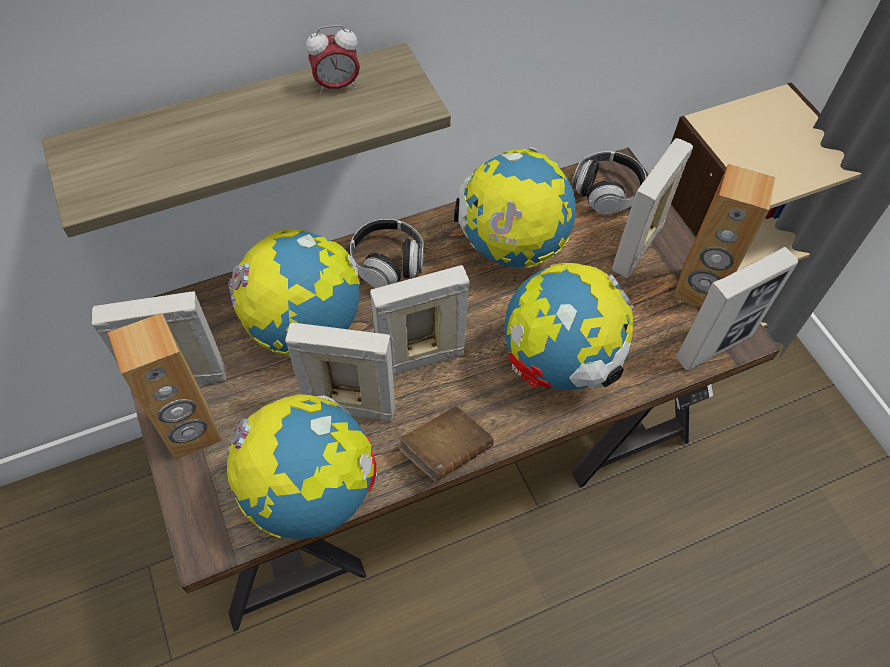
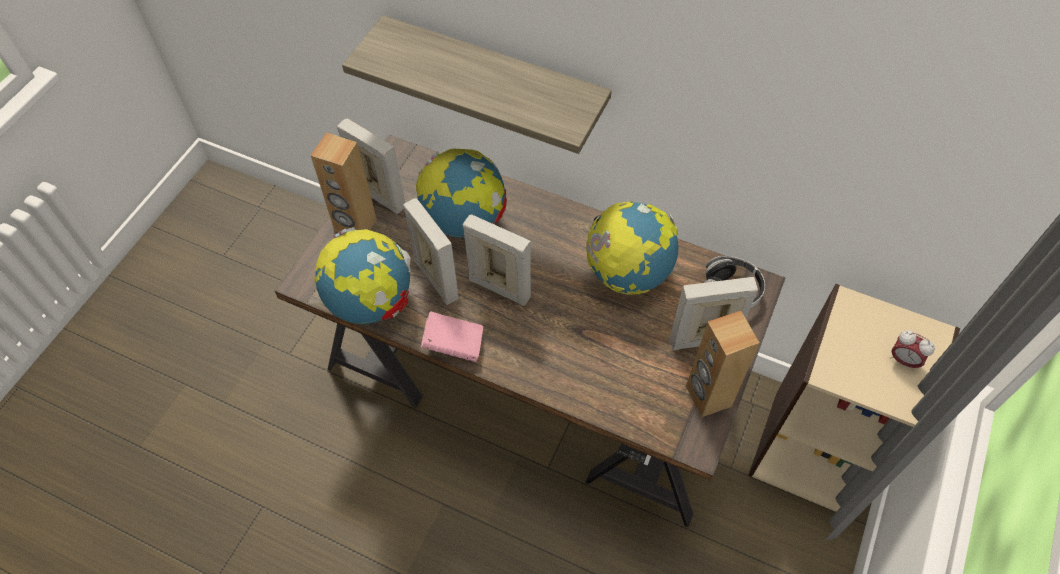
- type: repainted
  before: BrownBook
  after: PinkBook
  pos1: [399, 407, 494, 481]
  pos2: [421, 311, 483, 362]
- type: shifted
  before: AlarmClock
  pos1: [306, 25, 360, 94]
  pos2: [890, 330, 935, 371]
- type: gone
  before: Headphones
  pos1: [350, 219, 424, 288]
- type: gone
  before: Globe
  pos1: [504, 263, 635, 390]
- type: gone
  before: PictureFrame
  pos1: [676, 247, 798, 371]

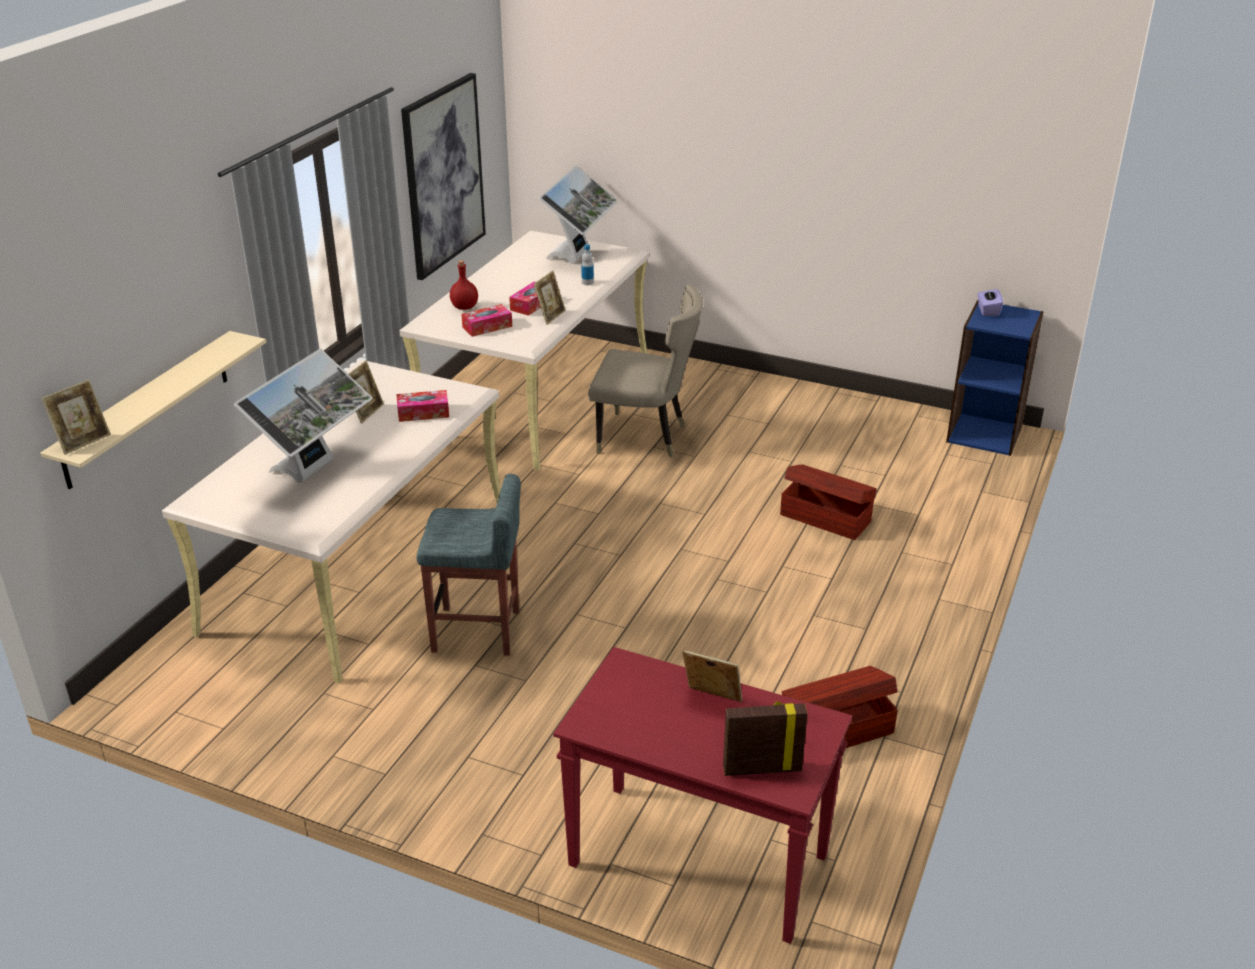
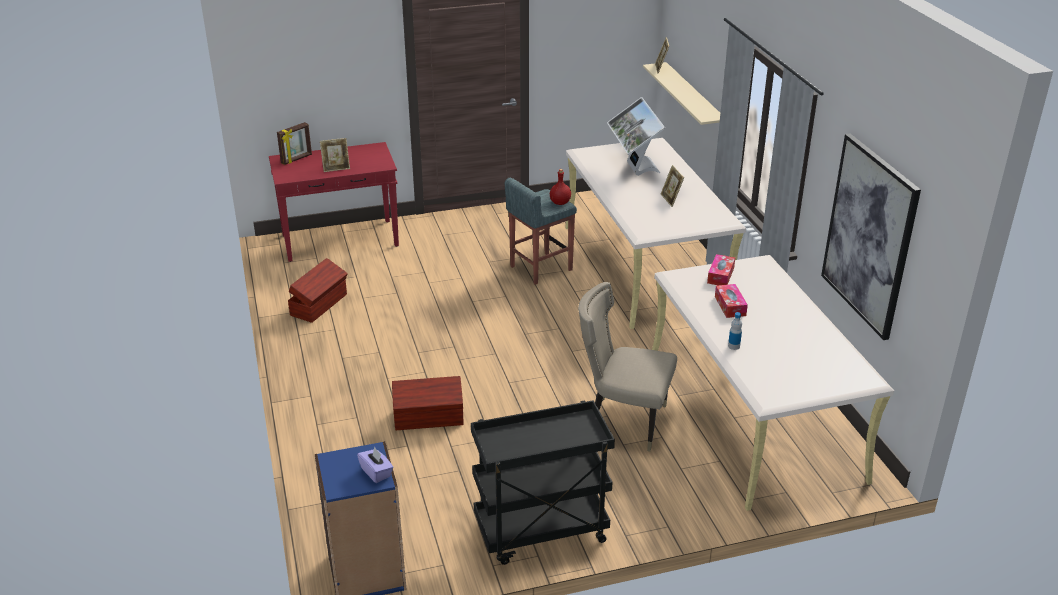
- type: new
  after: BlackCart
  pos2: [471, 400, 615, 565]
- type: shifted
  before: RedBottle
  pos1: [450, 261, 478, 310]
  pos2: [550, 169, 571, 205]
- type: rotated
  before: BeigeChair
  pos1: [588, 284, 703, 457]
  pos2: [578, 282, 677, 451]
  turn: 45
- type: gone
  before: TissueBox
  pos1: [397, 390, 449, 422]
- type: gone
  before: PictureFrame
  pos1: [534, 271, 566, 325]
- type: gone
  before: Monitor
  pos1: [539, 166, 618, 264]

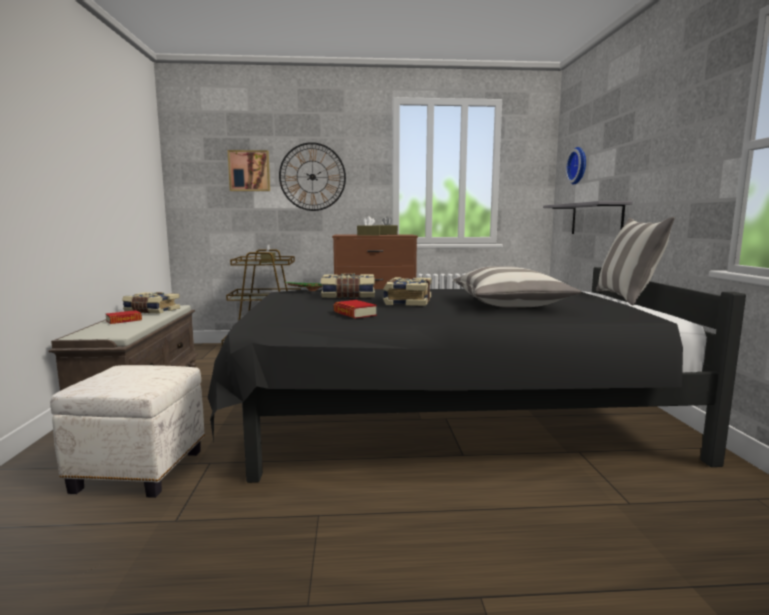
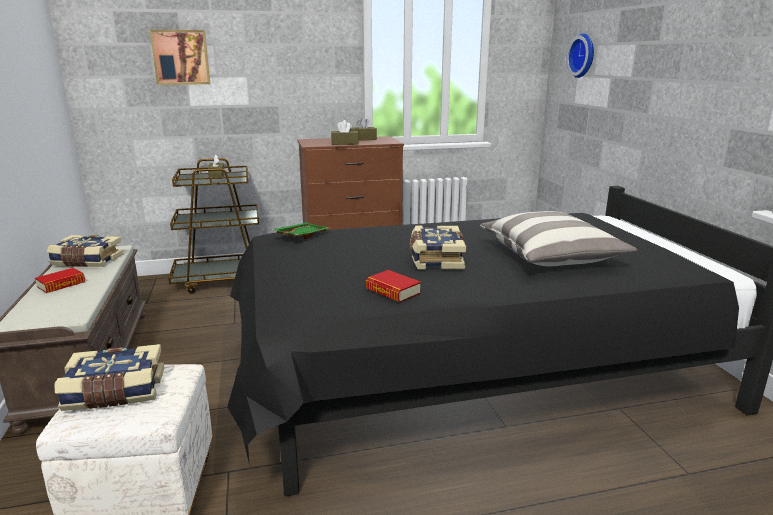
- type: shifted
  before: Book
  pos1: [321, 273, 375, 298]
  pos2: [55, 344, 164, 411]
- type: gone
  before: WallClock
  pos1: [279, 142, 346, 211]
- type: gone
  before: GreyShelf
  pos1: [543, 201, 633, 234]
- type: gone
  before: Pillow
  pos1: [596, 217, 675, 306]

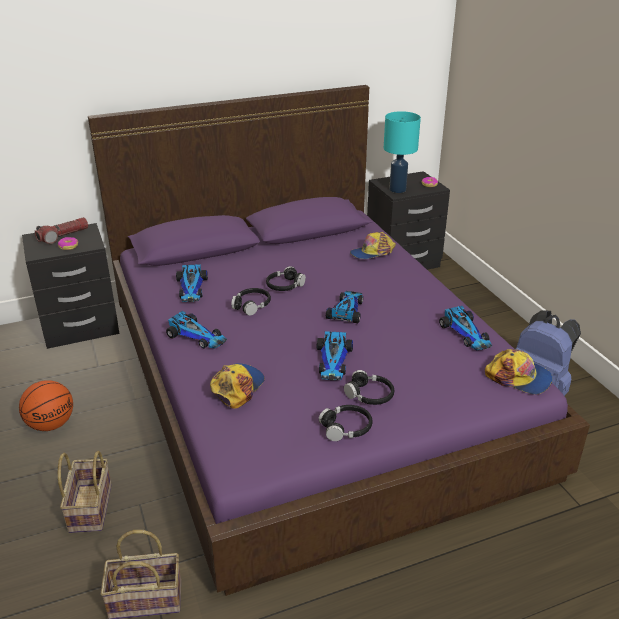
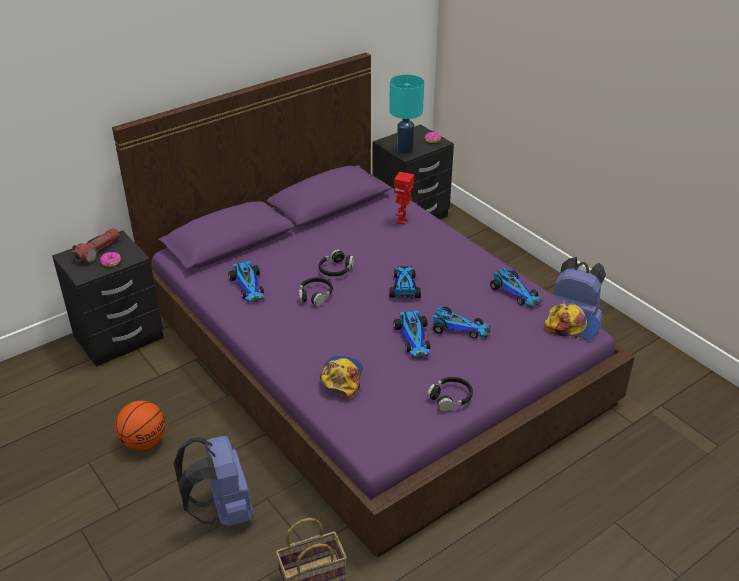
- type: swapped
  before: Basket
  after: BlueBackpack
  pos1: [58, 451, 112, 533]
  pos2: [174, 436, 254, 526]
- type: swapped
  before: Cap
  after: ToyRobot
  pos1: [350, 232, 396, 259]
  pos2: [394, 172, 414, 225]
- type: shifted
  before: ToyCar
  pos1: [166, 311, 227, 349]
  pos2: [433, 306, 491, 338]
- type: gone
  before: BlackHeadphones
  pos1: [344, 370, 394, 405]

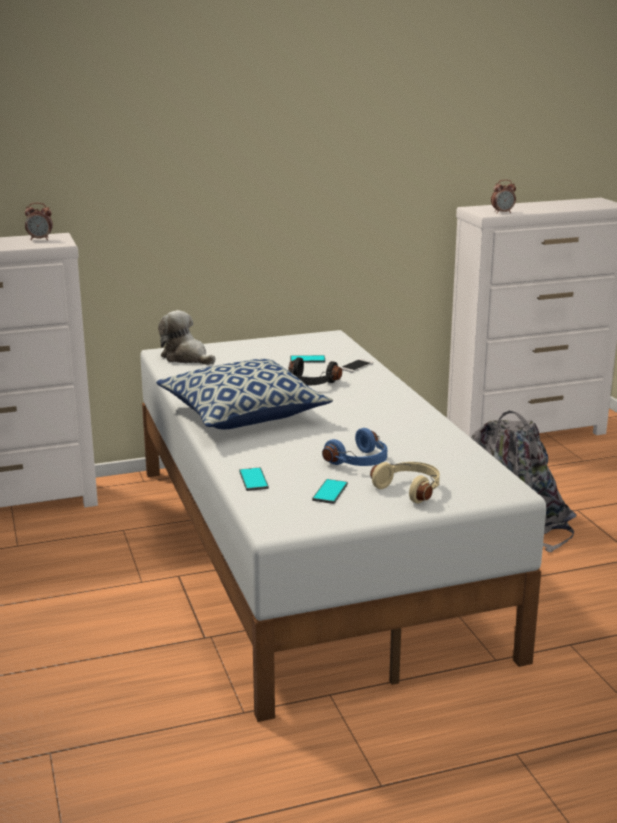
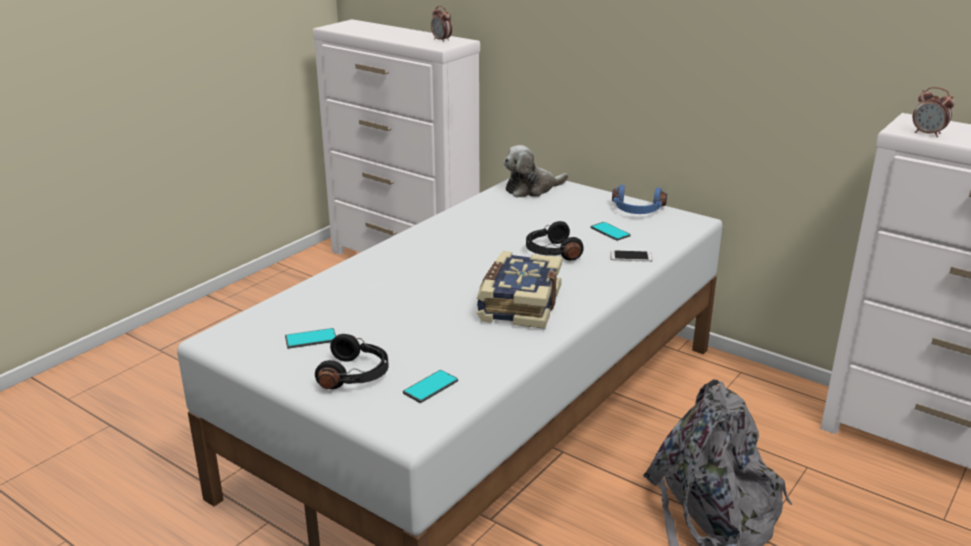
- type: repainted
  before: BeigeHeadphones
  after: BlackHeadphones
  pos1: [370, 462, 440, 504]
  pos2: [315, 334, 389, 389]
- type: shifted
  before: Phone
  pos1: [239, 468, 269, 491]
  pos2: [403, 370, 458, 403]
- type: new
  after: Book
  pos2: [477, 251, 562, 329]
- type: rotated
  before: PlushToy
  pos1: [158, 310, 216, 365]
  pos2: [504, 145, 568, 198]
  turn: -120
- type: shifted
  before: BlueHeadphones
  pos1: [322, 428, 387, 466]
  pos2: [612, 185, 667, 214]
- type: gone
  before: Pillow
  pos1: [156, 359, 333, 429]

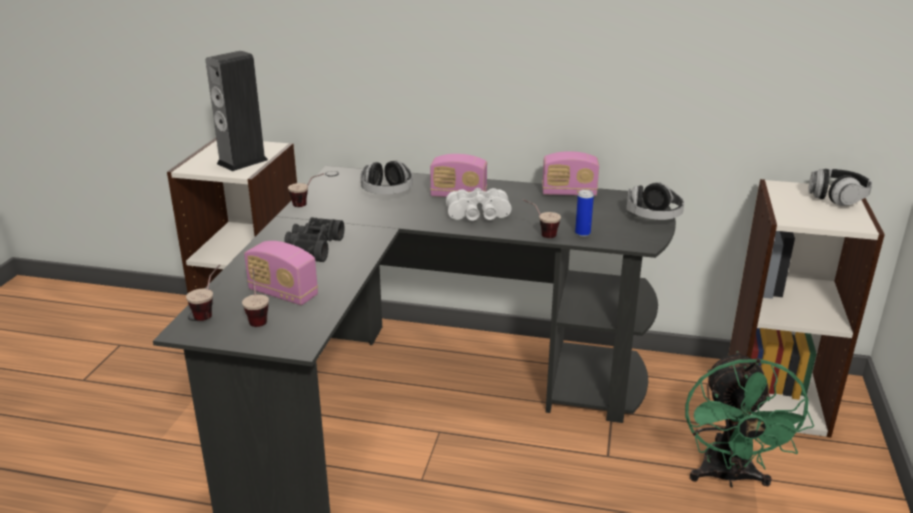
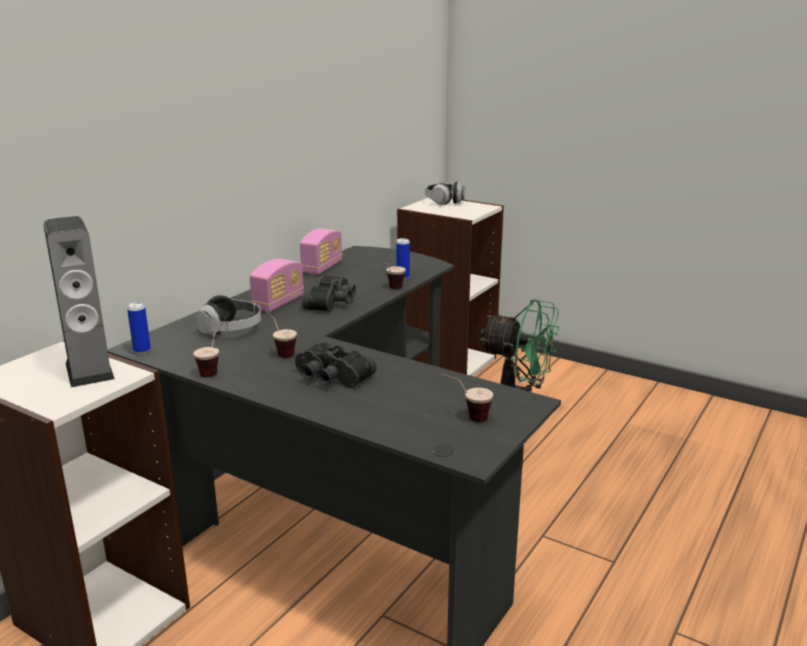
- type: new
  after: Can
  pos2: [127, 302, 151, 354]
- type: shifted
  before: Cup
  pos1: [186, 264, 220, 321]
  pos2: [265, 310, 297, 358]
- type: repainted
  before: WhiteBinoculars
  after: BlackBinoculars
  pos1: [446, 188, 512, 221]
  pos2: [302, 275, 356, 312]
- type: gone
  before: Radio
  pos1: [244, 241, 318, 305]
- type: gone
  before: Headphones
  pos1: [626, 182, 684, 220]

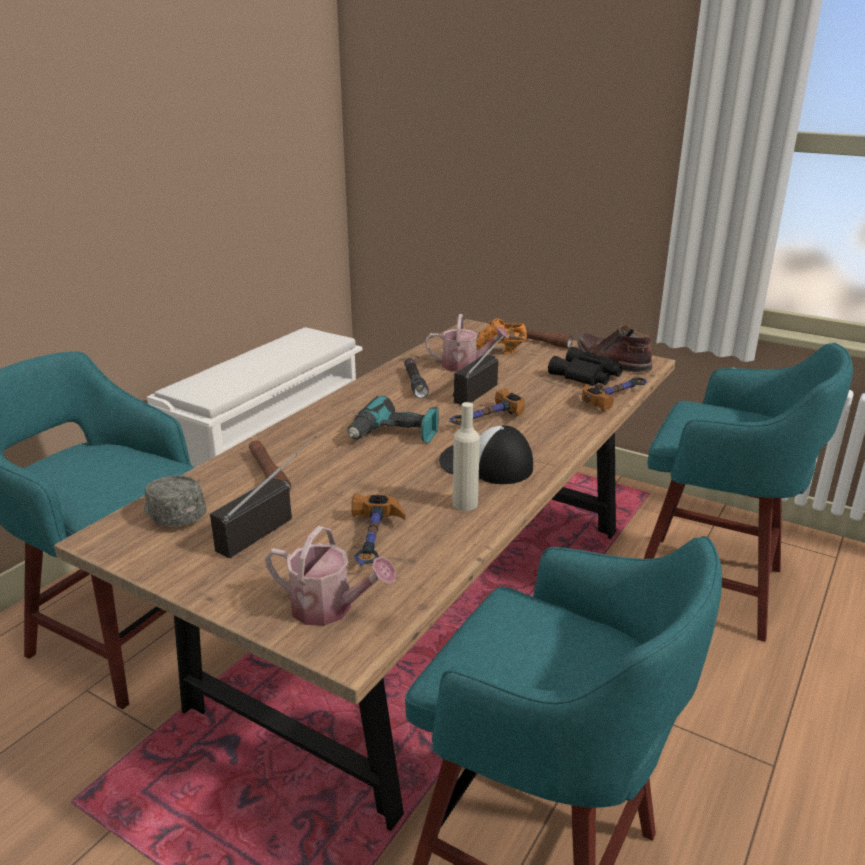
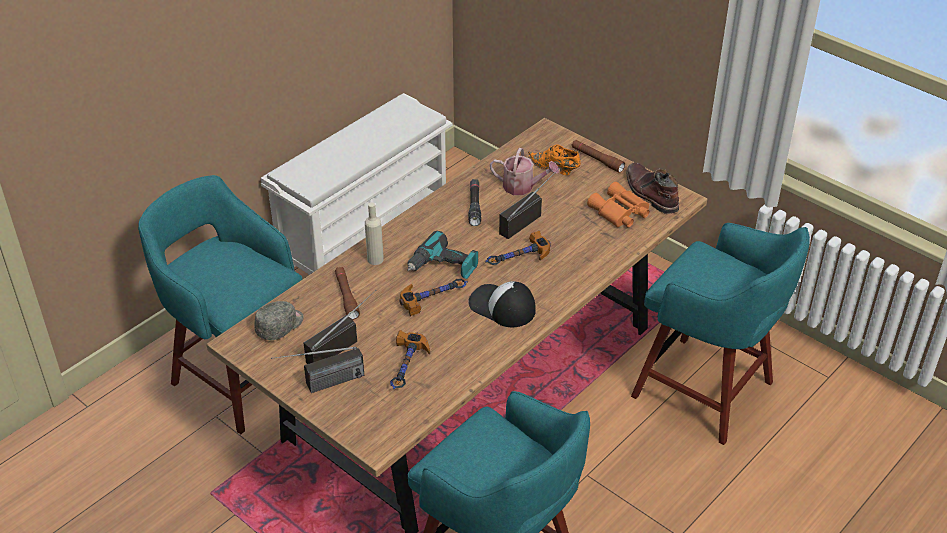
- type: rotated
  before: GreyCap
  pos1: [144, 475, 207, 527]
  pos2: [254, 301, 304, 340]
  turn: 75
- type: new
  after: Radio
  pos2: [271, 347, 364, 393]
- type: shifted
  before: BeigeBottle
  pos1: [453, 402, 480, 511]
  pos2: [365, 202, 384, 265]
- type: shifted
  before: Hammer
  pos1: [582, 377, 647, 411]
  pos2: [399, 279, 468, 316]
- type: repainted
  before: BlackBinoculars
  after: OrangeBinoculars
  pos1: [548, 347, 623, 386]
  pos2: [587, 182, 650, 227]
- type: gone
  before: WateringCan
  pos1: [265, 526, 396, 626]

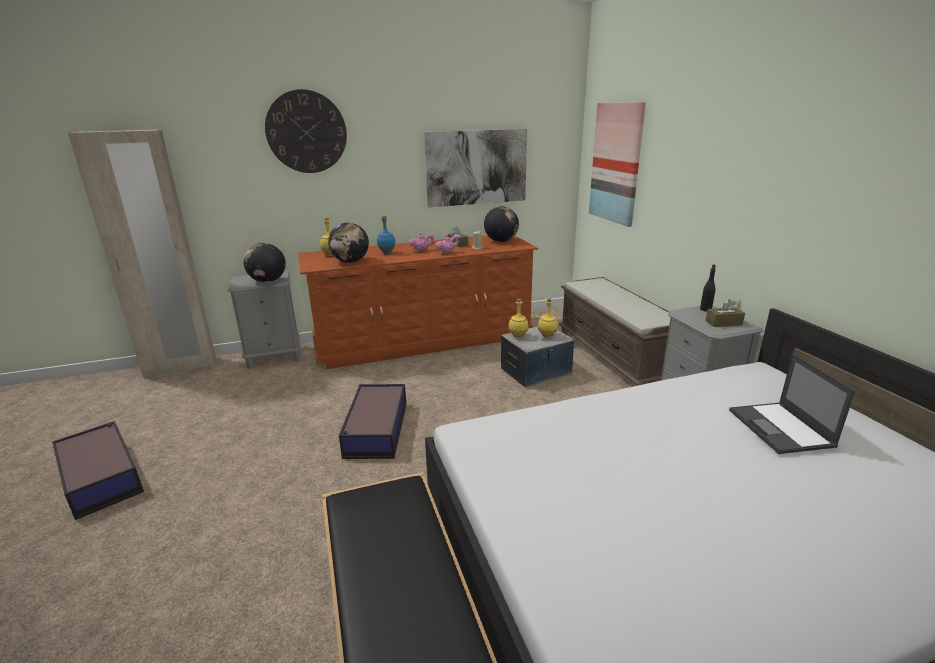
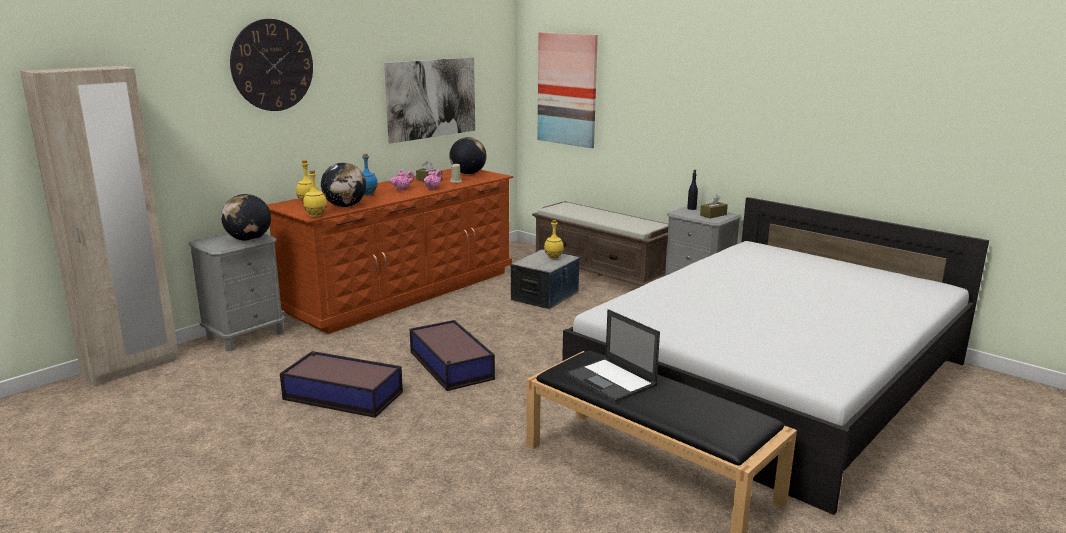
- type: shifted
  before: StorageBox
  pos1: [52, 421, 144, 520]
  pos2: [280, 351, 403, 418]
- type: shifted
  before: YellowBottle
  pos1: [508, 299, 528, 338]
  pos2: [303, 170, 327, 217]
- type: shifted
  before: Laptop
  pos1: [729, 354, 855, 454]
  pos2: [566, 309, 660, 403]

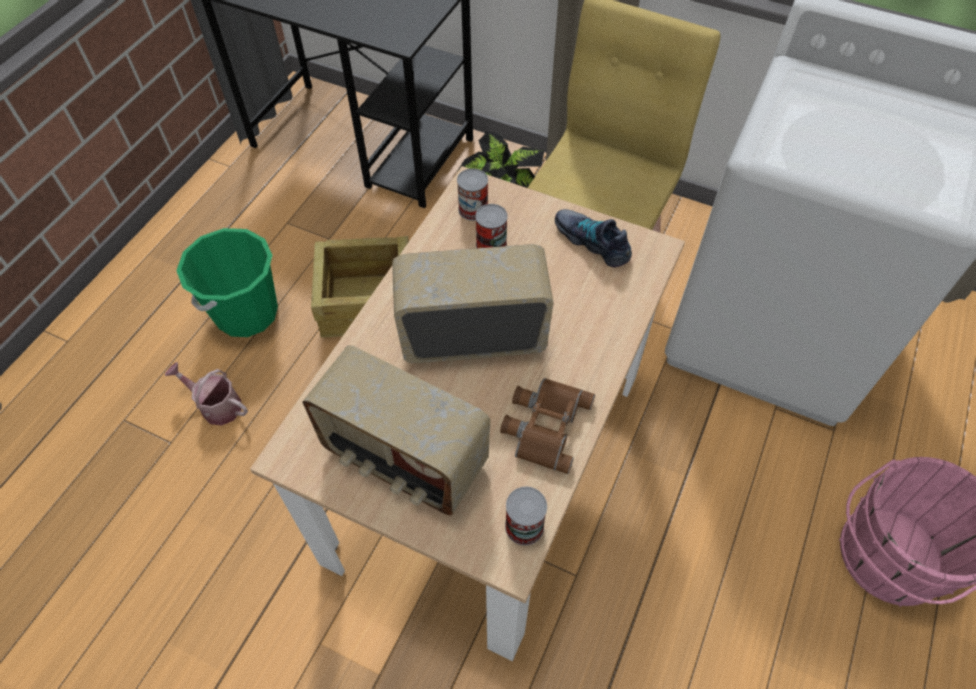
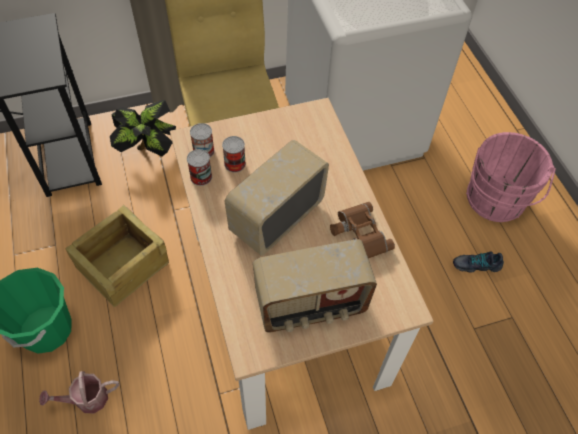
- type: shifted
  before: Can
  pos1: [505, 487, 547, 545]
  pos2: [187, 149, 212, 186]
- type: shifted
  before: Shoe
  pos1: [555, 209, 632, 267]
  pos2: [453, 251, 504, 273]

